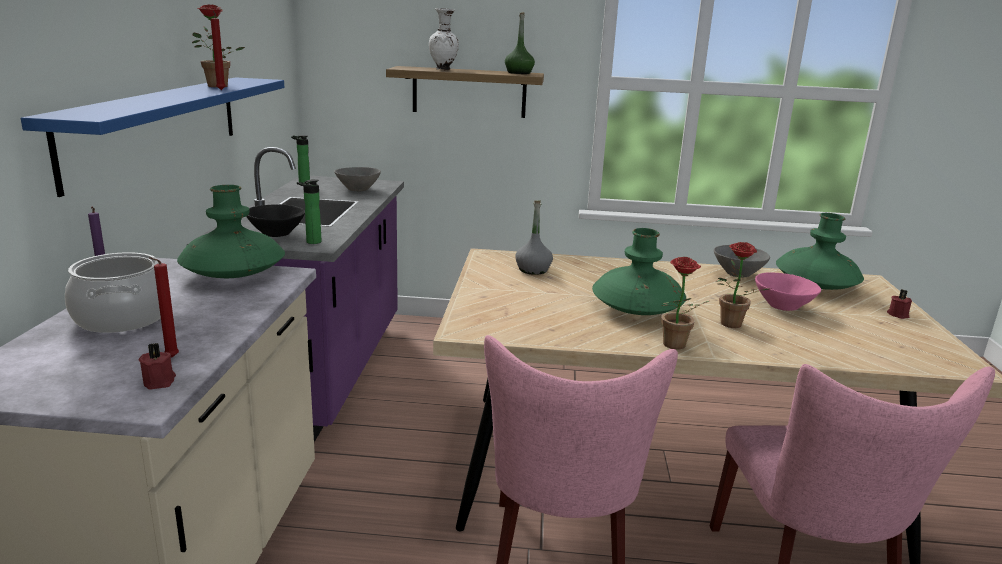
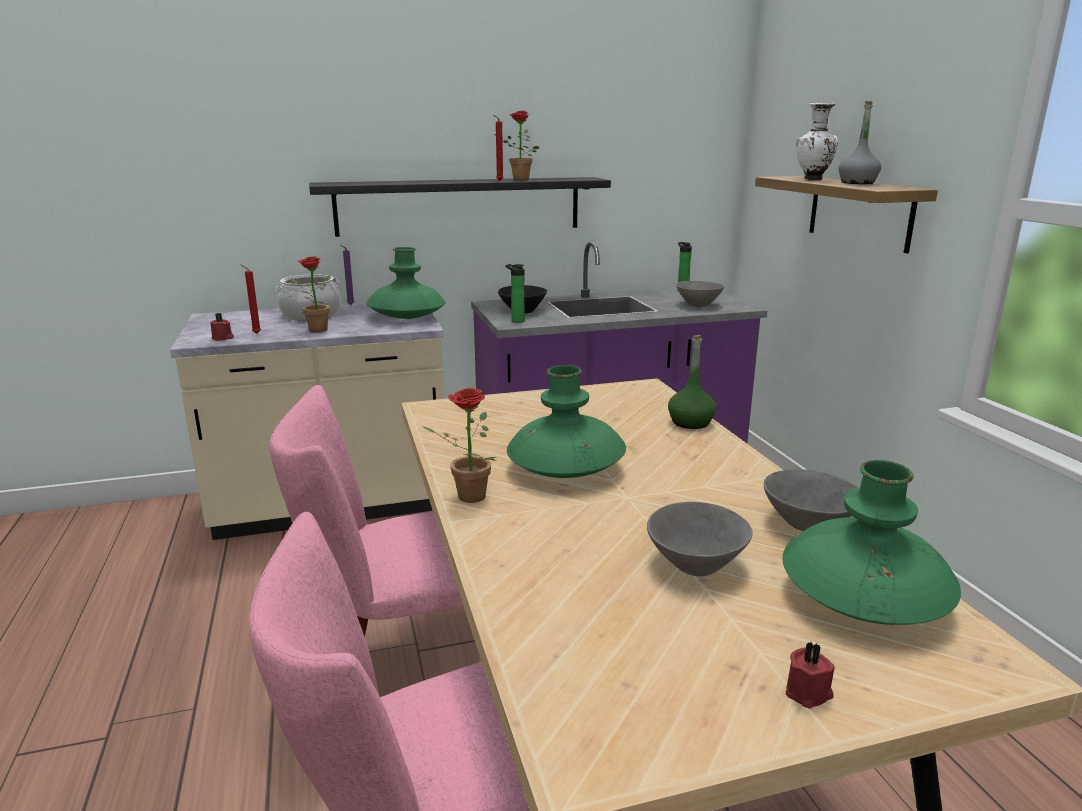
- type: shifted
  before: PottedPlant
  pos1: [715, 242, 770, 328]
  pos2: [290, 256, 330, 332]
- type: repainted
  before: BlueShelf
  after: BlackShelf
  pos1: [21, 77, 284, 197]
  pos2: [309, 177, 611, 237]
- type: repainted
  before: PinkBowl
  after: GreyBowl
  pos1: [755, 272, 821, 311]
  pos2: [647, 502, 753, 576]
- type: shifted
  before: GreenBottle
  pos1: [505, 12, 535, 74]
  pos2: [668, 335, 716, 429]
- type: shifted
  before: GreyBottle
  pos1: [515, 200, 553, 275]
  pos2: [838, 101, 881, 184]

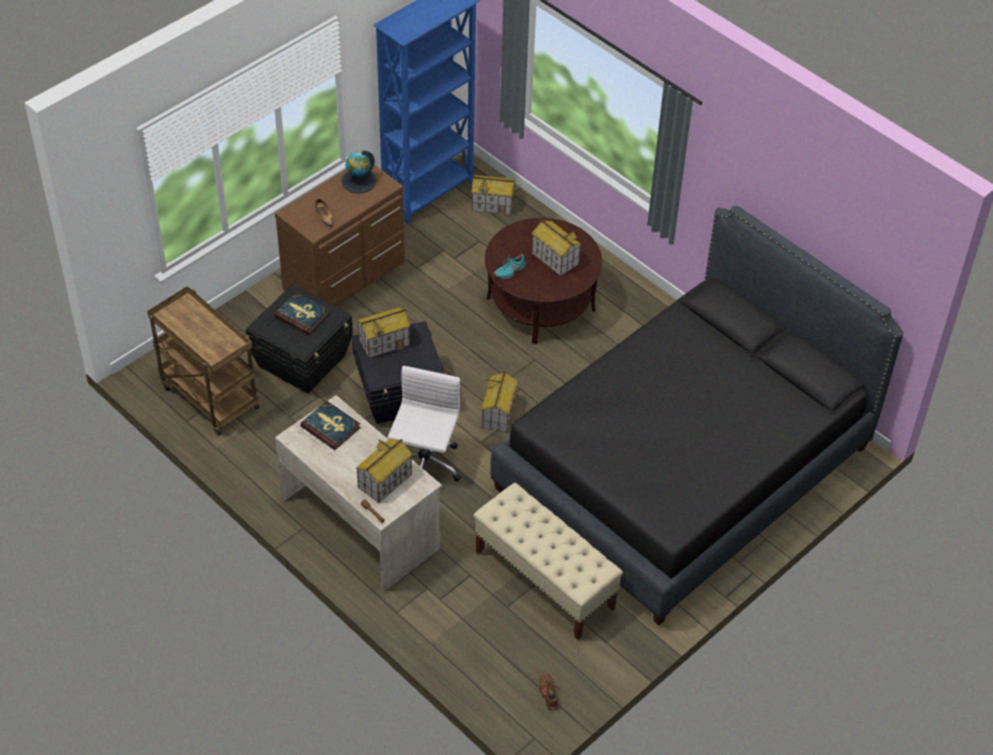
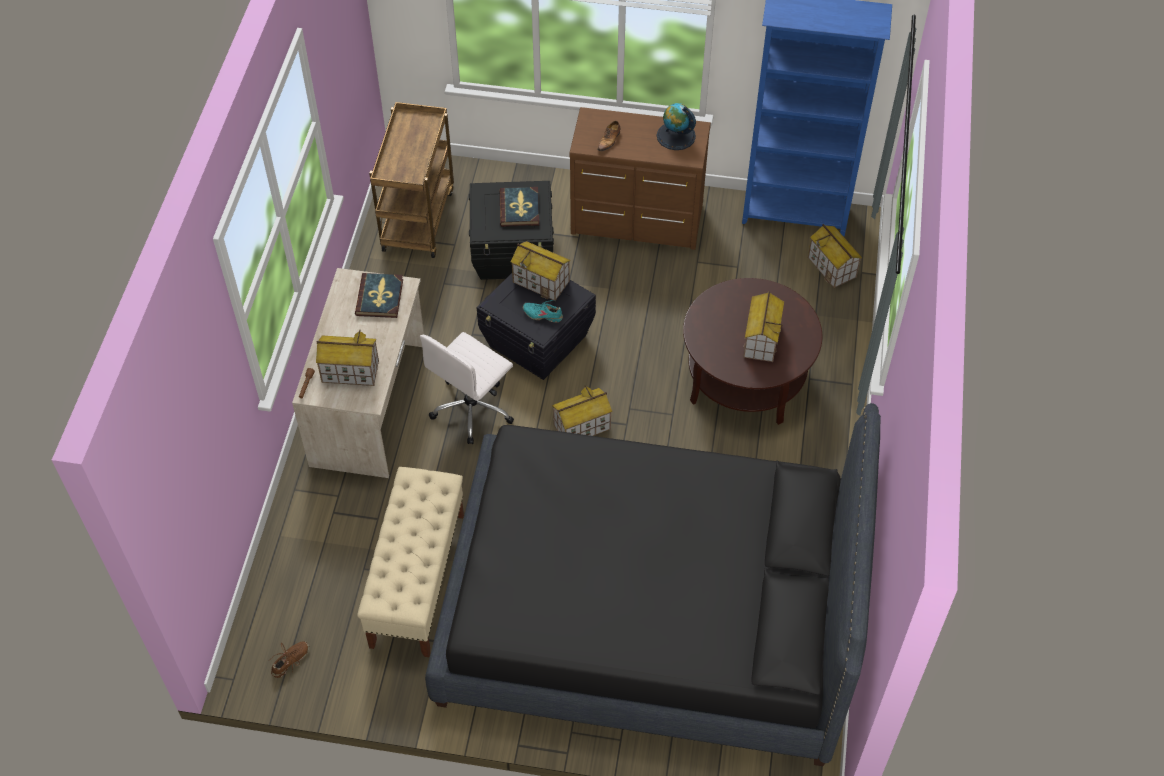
- type: rotated
  before: WhiteOfficeChair
  pos1: [388, 366, 461, 482]
  pos2: [420, 332, 514, 444]
  turn: 150
- type: shifted
  before: TurquoiseShoe
  pos1: [494, 254, 526, 279]
  pos2: [523, 300, 563, 322]

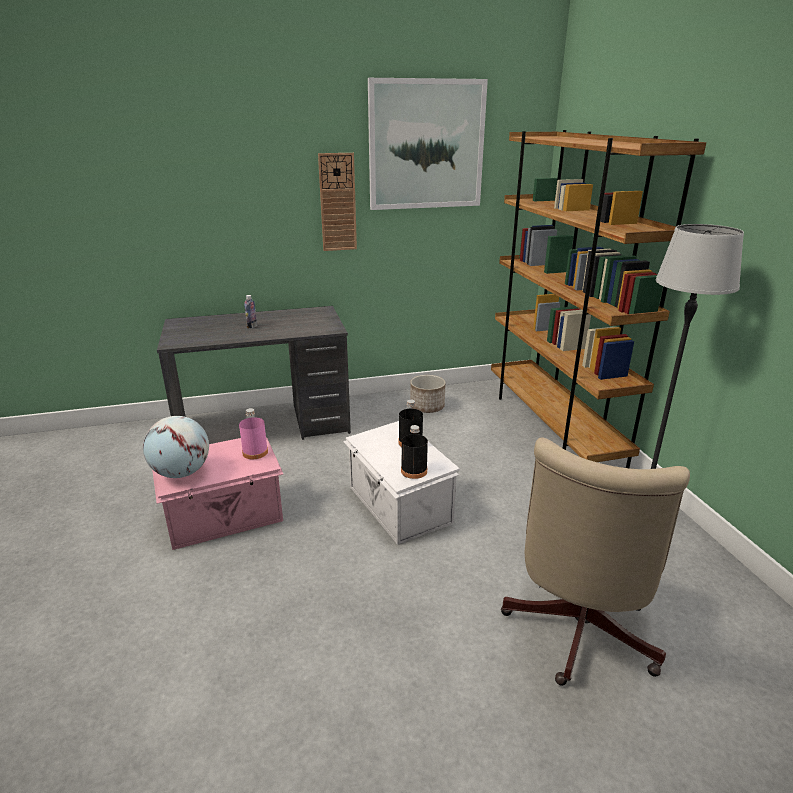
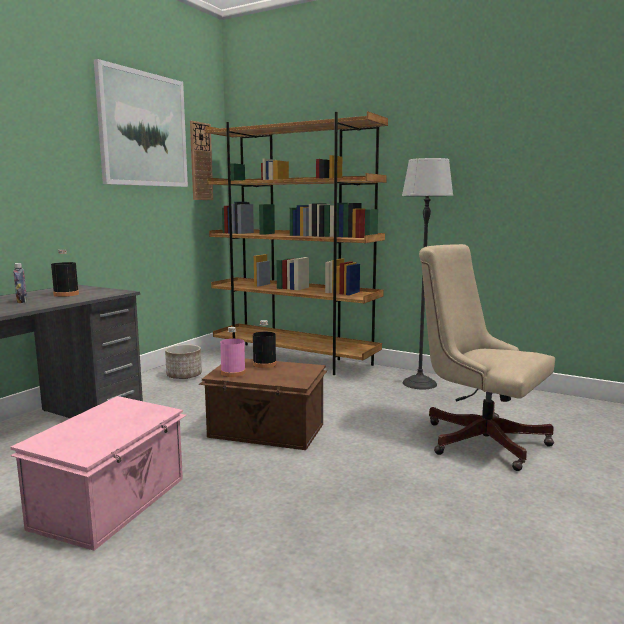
- type: shifted
  before: BlackBottle
  pos1: [401, 425, 428, 479]
  pos2: [51, 250, 79, 297]
- type: shifted
  before: WallClock
  pos1: [318, 153, 357, 251]
  pos2: [190, 121, 213, 200]
- type: repainted
  before: WhiteStorageBox
  after: BrownStorageBox
  pos1: [343, 421, 460, 545]
  pos2: [199, 359, 327, 450]
- type: shifted
  before: PinkBottle
  pos1: [239, 408, 268, 459]
  pos2: [220, 327, 246, 377]
- type: rotated
  before: BeigeOfficeChair
  pos1: [501, 437, 690, 686]
  pos2: [419, 244, 555, 471]
  turn: 150
- type: gone
  before: Globe
  pos1: [143, 416, 209, 478]

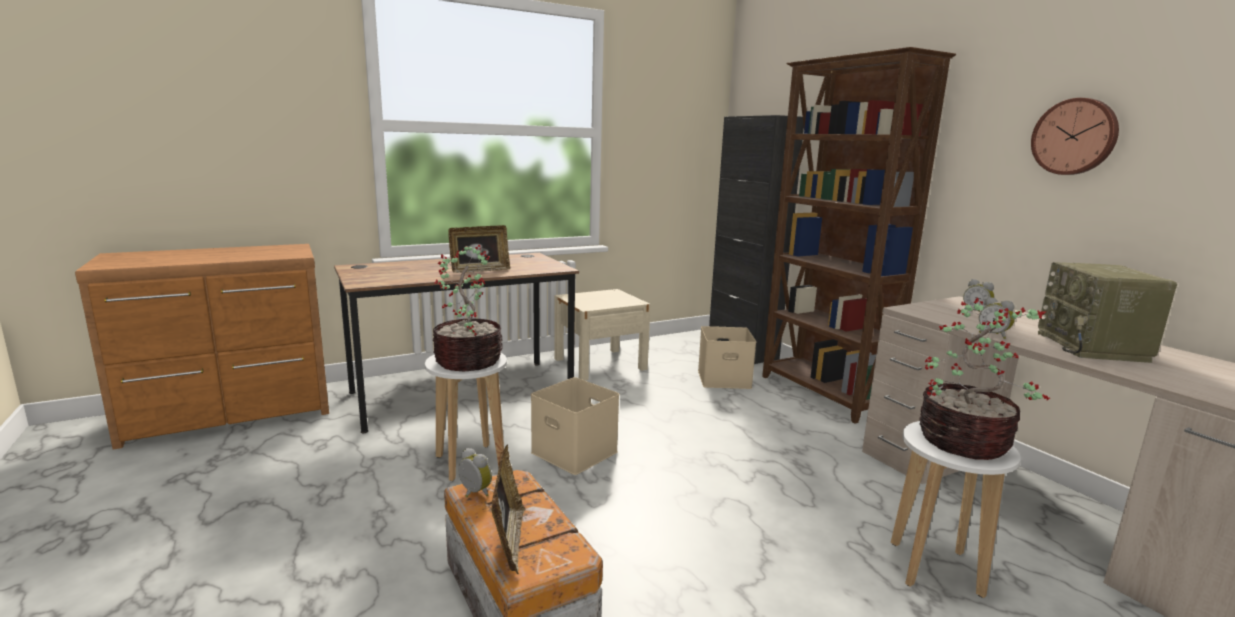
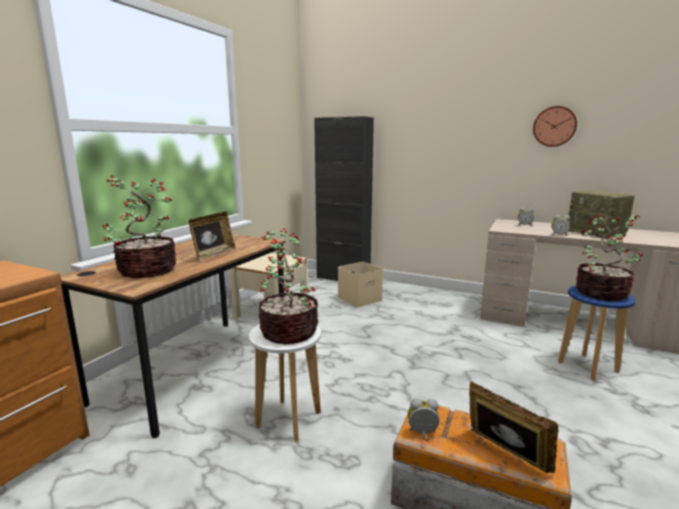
- type: new
  after: PottedPlant
  pos2: [102, 175, 176, 278]
- type: repainted
  before: WhiteStool
  after: BlueStool
  pos1: [891, 421, 1021, 598]
  pos2: [558, 286, 636, 381]
- type: gone
  before: BeigeStorageBox
  pos1: [531, 377, 619, 475]
- type: gone
  before: BrownBookcase
  pos1: [762, 47, 956, 424]

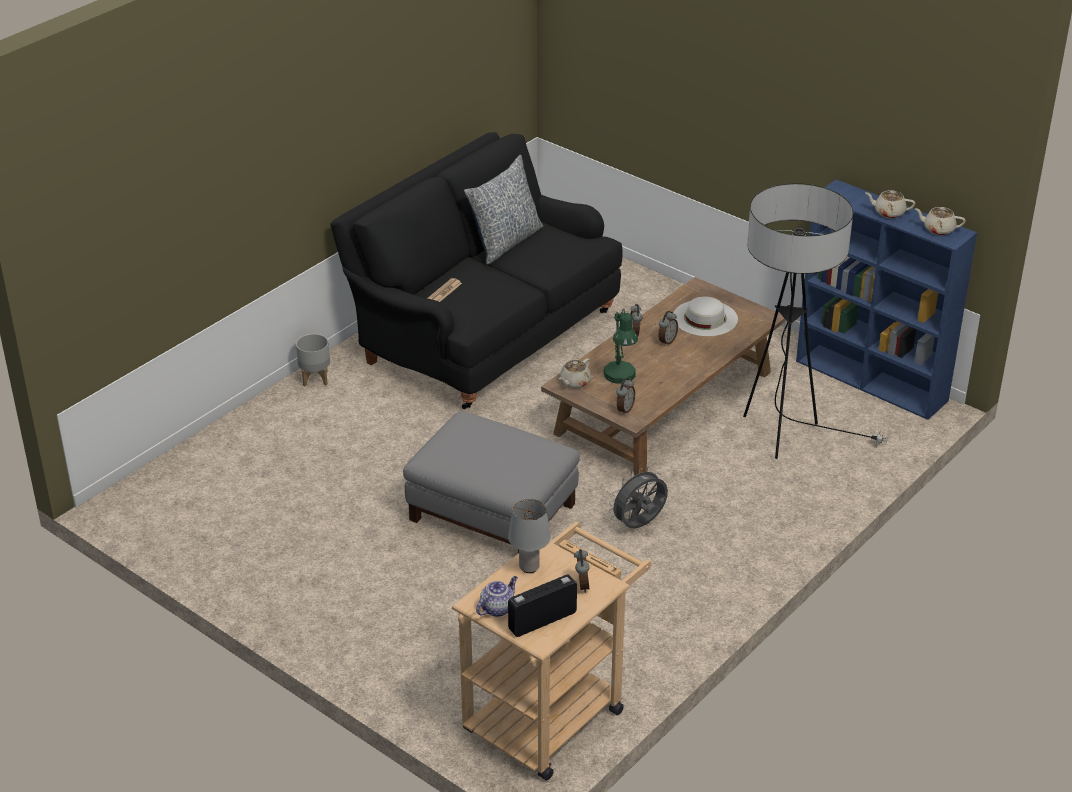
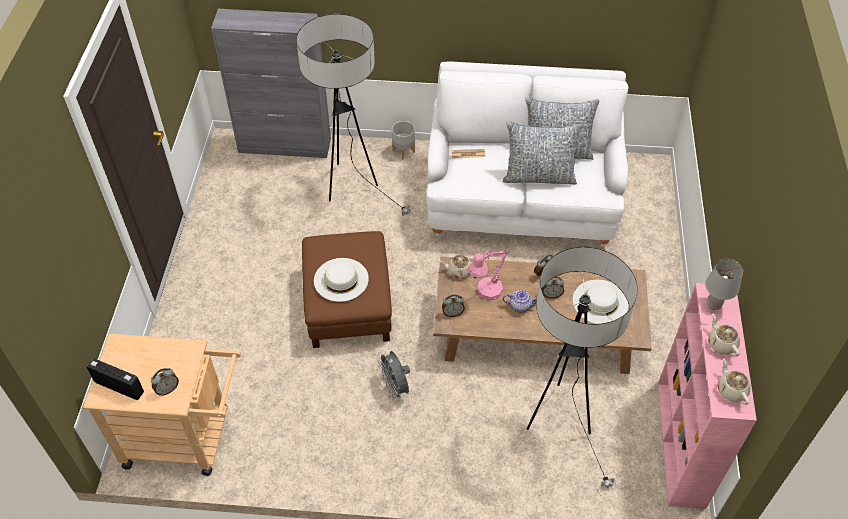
- type: new
  after: GreyCabinet
  pos2: [211, 9, 331, 158]
- type: new
  after: FloorLamp
  pos2: [296, 14, 412, 216]
- type: repainted
  before: GreyOttoman
  after: BrownOttoman
  pos1: [403, 411, 580, 554]
  pos2: [302, 231, 392, 348]
- type: new
  after: WhiteHat
  pos2: [314, 258, 369, 302]
- type: rotated
  before: GreyFan
  pos1: [609, 467, 668, 528]
  pos2: [377, 351, 410, 401]
  turn: -135
- type: repainted
  before: BlackSofa
  after: WhiteSofa
  pos1: [330, 132, 623, 409]
  pos2: [426, 62, 628, 246]
- type: repainted
  before: GreenTableLamp
  after: PinkTableLamp
  pos1: [603, 308, 638, 384]
  pos2: [467, 249, 509, 300]
- type: new
  after: Pillow
  pos2: [502, 121, 582, 184]
- type: shifted
  before: Teapot
  pos1: [476, 576, 518, 617]
  pos2: [503, 290, 537, 313]
- type: repainted
  before: BlueBookcase
  after: PinkBookcase
  pos1: [796, 180, 977, 420]
  pos2: [658, 283, 757, 509]
- type: shifted
  before: GreyTableLamp
  pos1: [508, 499, 551, 573]
  pos2: [705, 258, 743, 310]

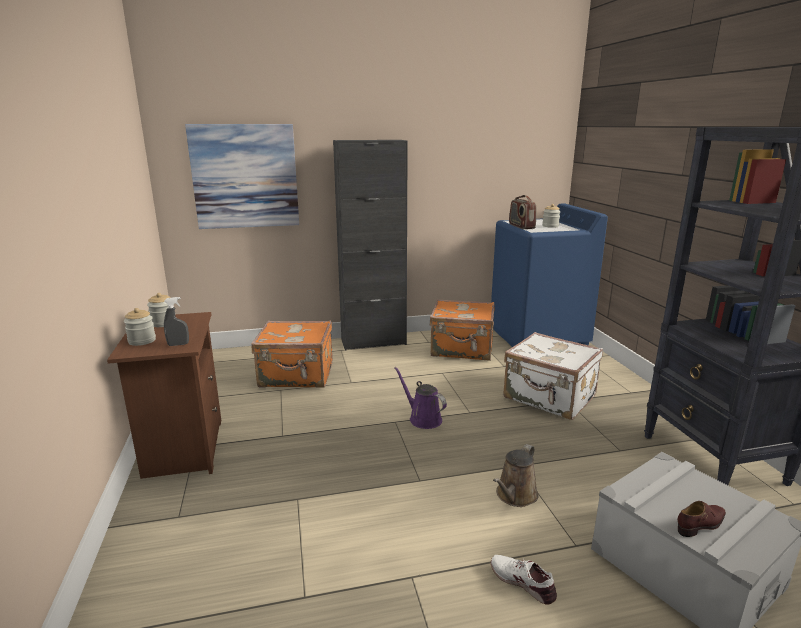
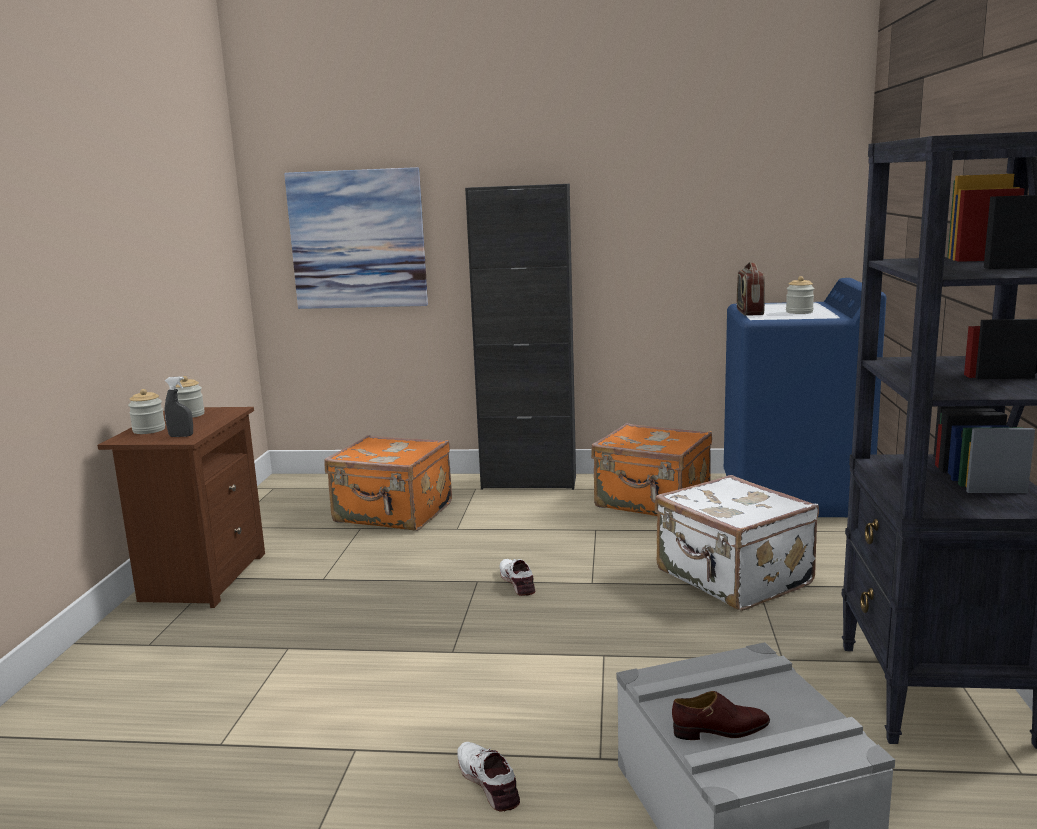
- type: swapped
  before: PurpleWateringCan
  after: WhiteShoe
  pos1: [394, 367, 447, 429]
  pos2: [500, 559, 535, 596]
- type: gone
  before: BrownWateringCan
  pos1: [493, 444, 539, 507]

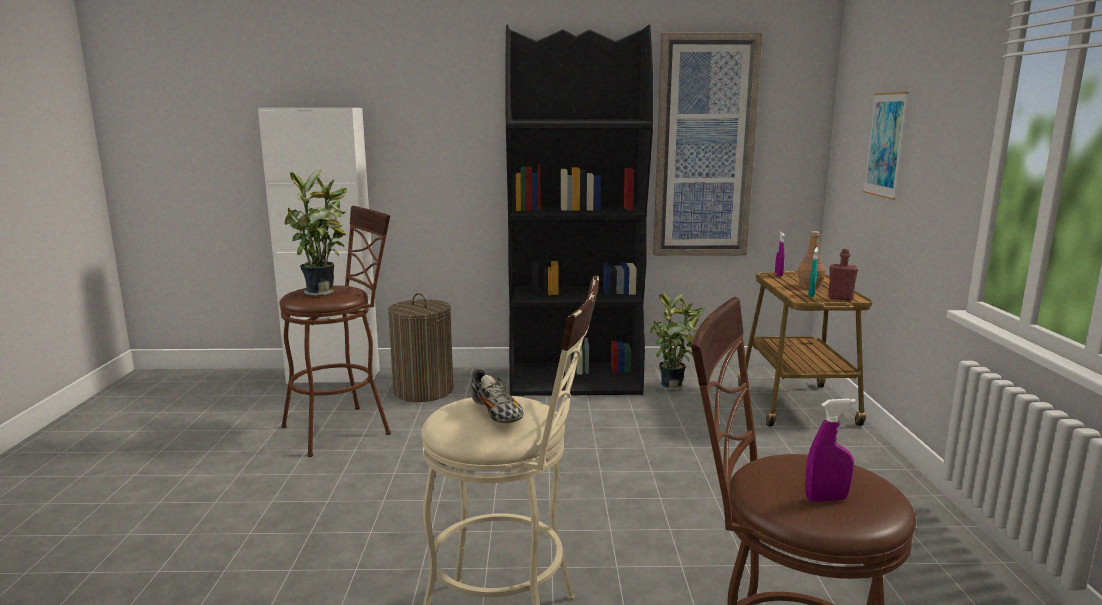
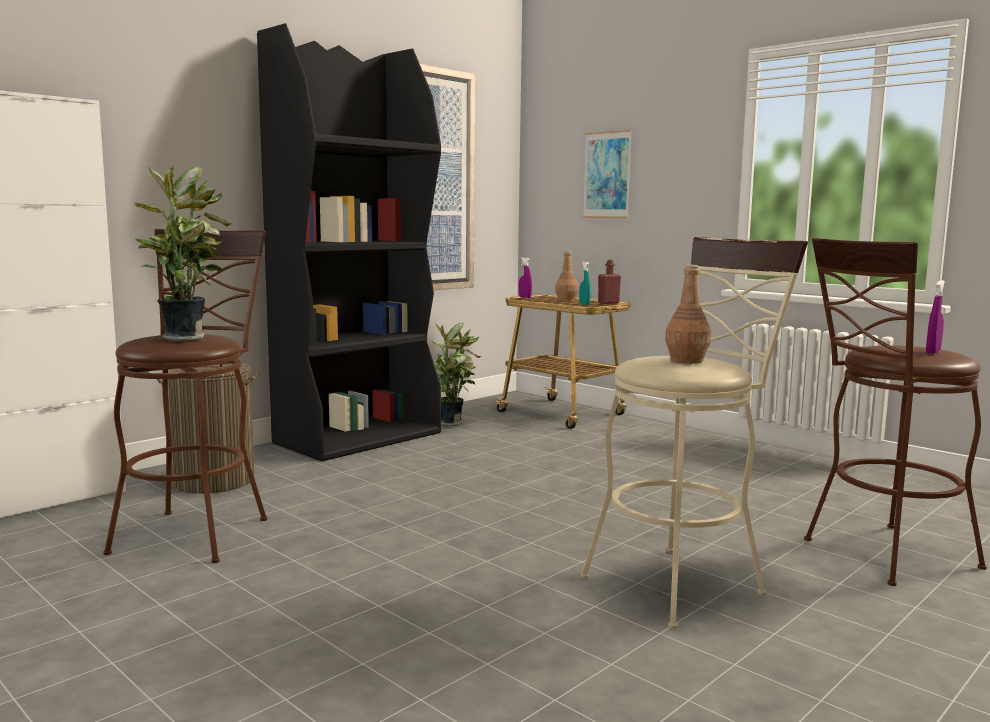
- type: swapped
  before: Shoe
  after: BrownBottle
  pos1: [471, 369, 524, 423]
  pos2: [665, 265, 711, 364]

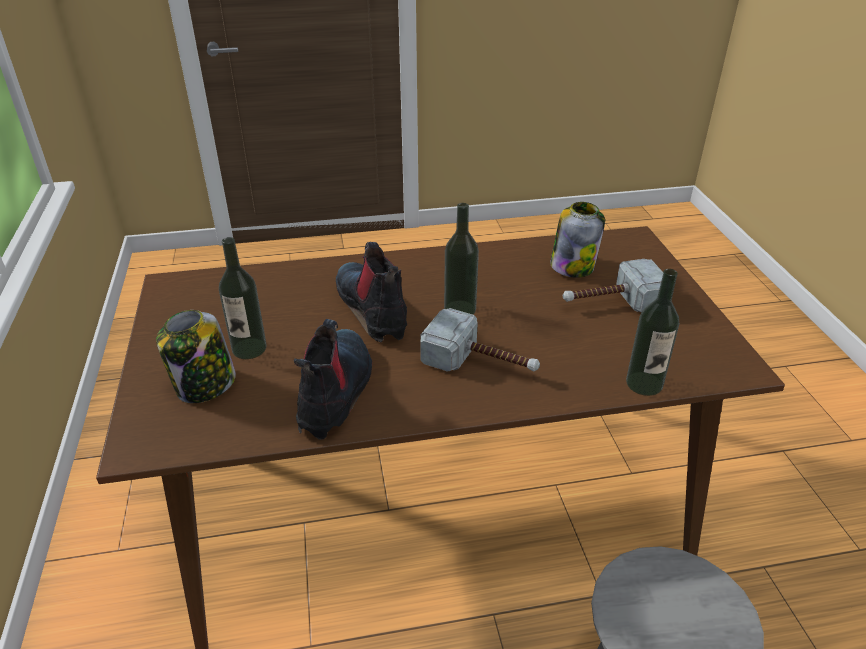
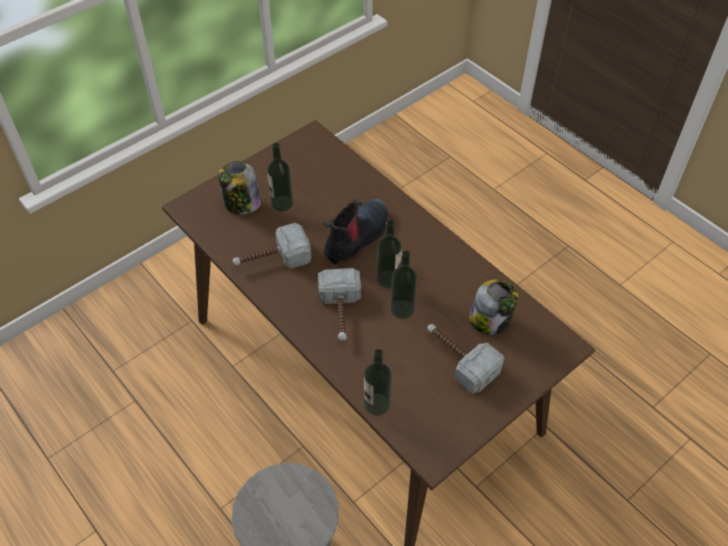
- type: swapped
  before: Boot
  after: Hammer
  pos1: [294, 319, 372, 440]
  pos2: [232, 223, 312, 268]
- type: new
  after: Bottle
  pos2: [390, 250, 417, 319]

